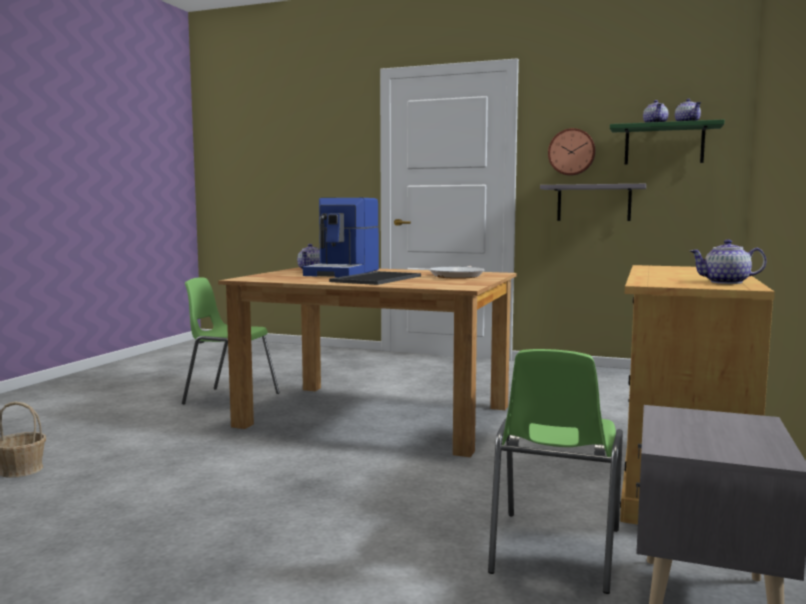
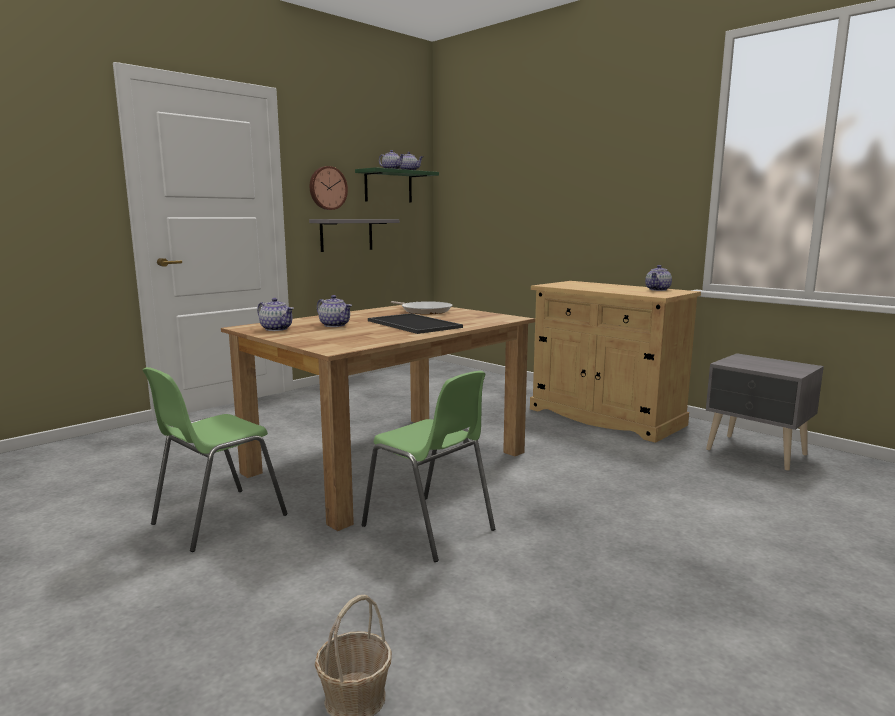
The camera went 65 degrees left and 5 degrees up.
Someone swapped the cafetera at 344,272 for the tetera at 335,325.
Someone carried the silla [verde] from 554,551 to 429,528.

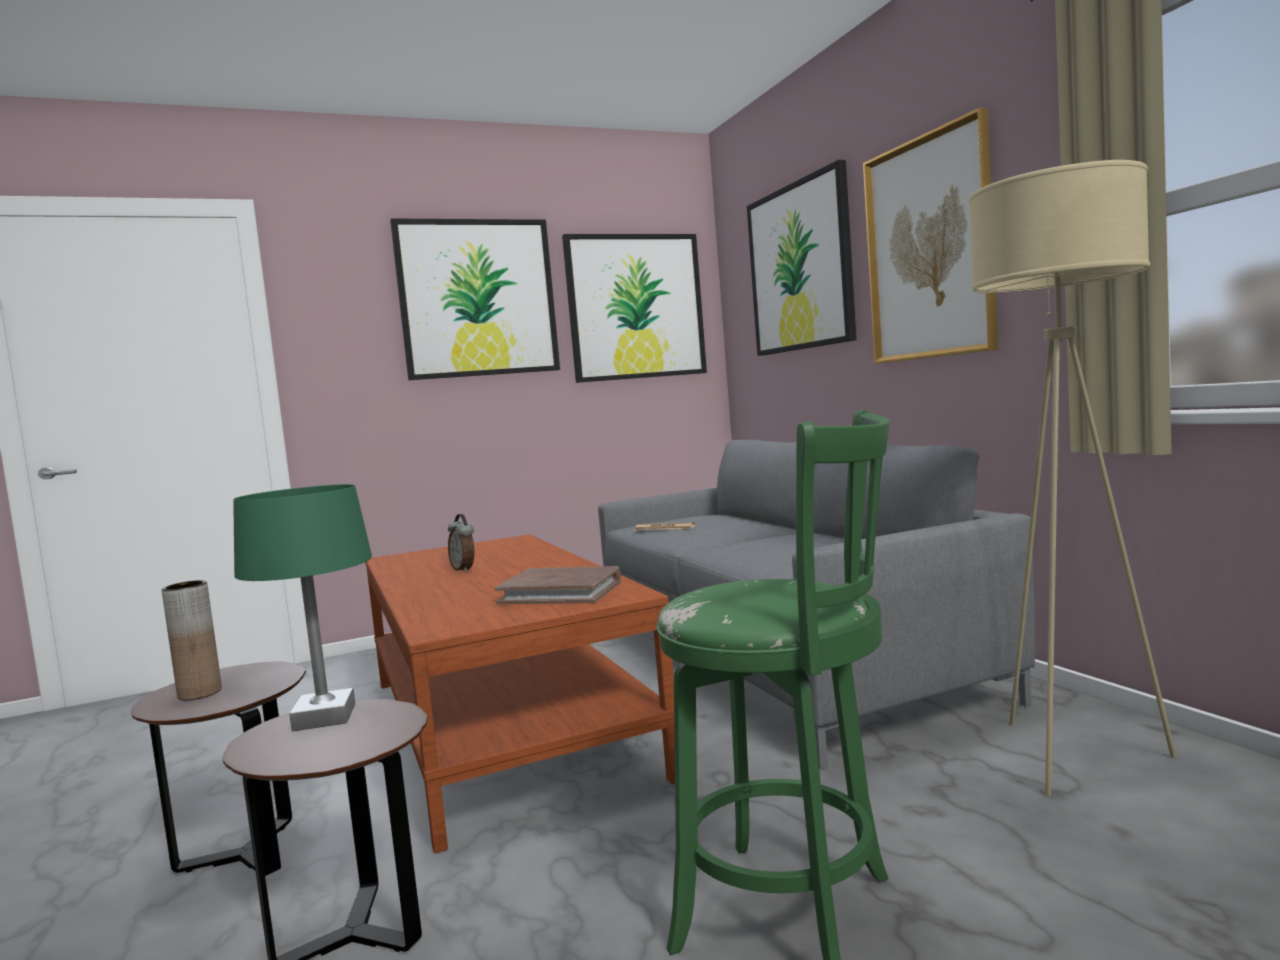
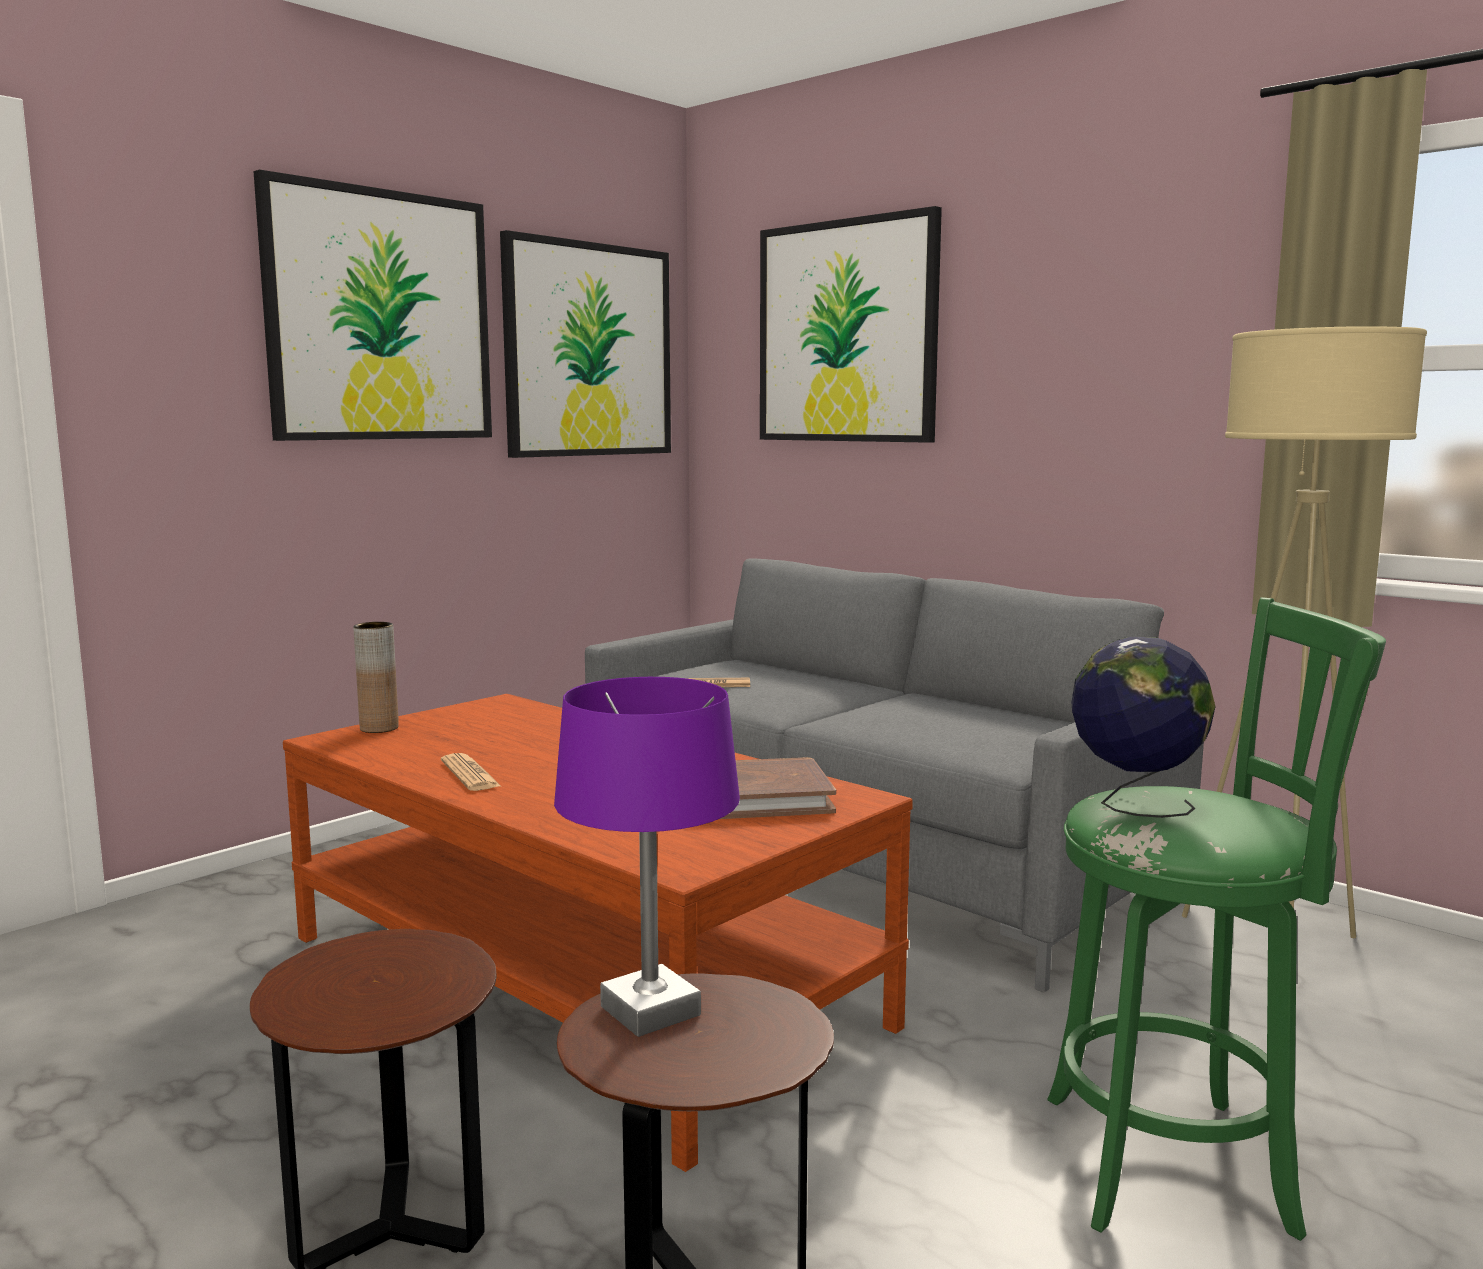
The camera went 25 degrees left and 5 degrees up.
Someone took away the cuadro at 929,249.
Someone repainted the lámpara de mesa [verde] at 324,717, which became the lámpara de mesa [morado] at 649,1010.
Someone took away the despertador at 464,569.
Someone carried the florero [marrón] from 200,693 to 379,728.
Someone put down the globo terráqueo at 1134,805.
Someone put down the periódico at 470,774.

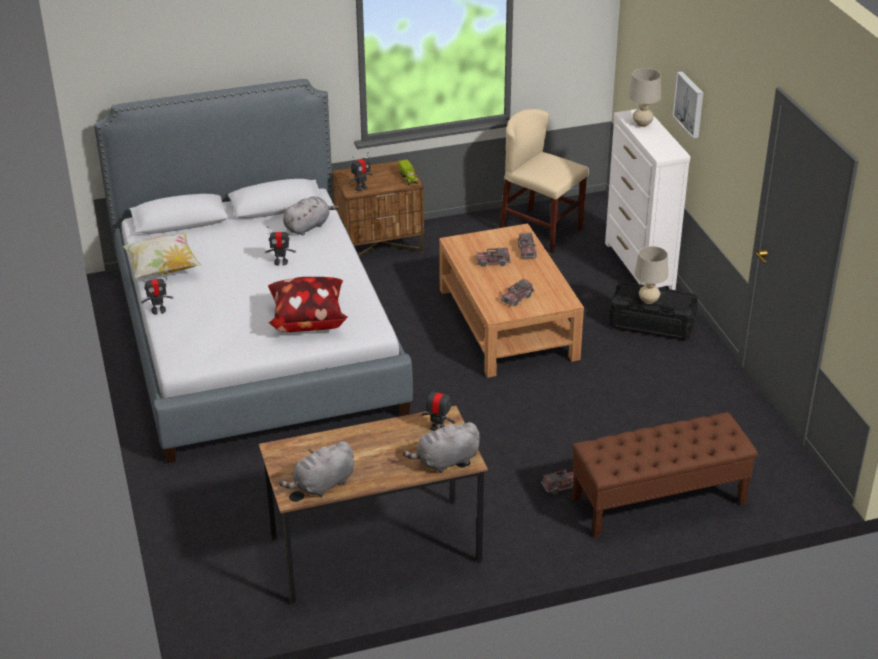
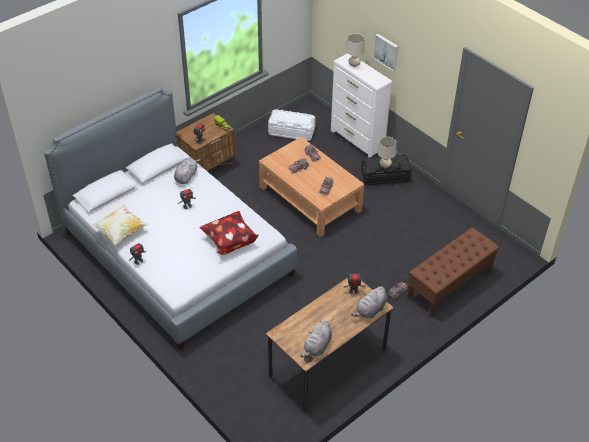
The camera went 25 degrees left and 10 degrees up.
Someone swapped the silla [beis] at 540,231 for the caja de almacenaje [blanco] at 291,132.

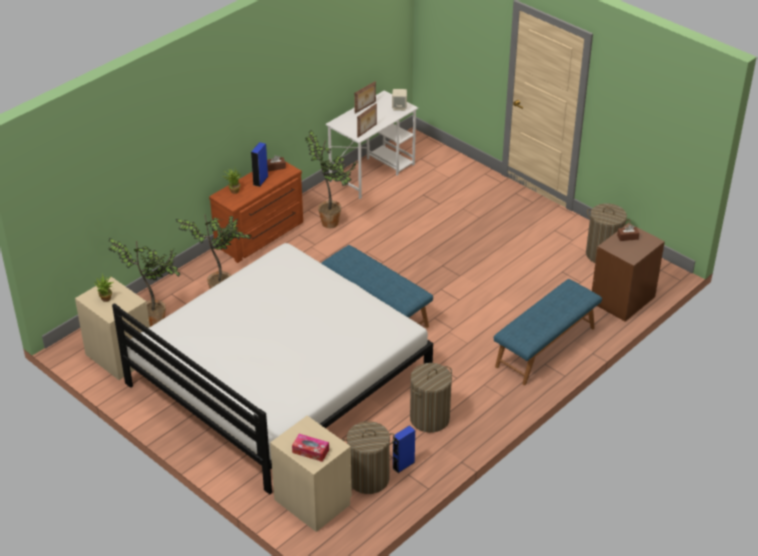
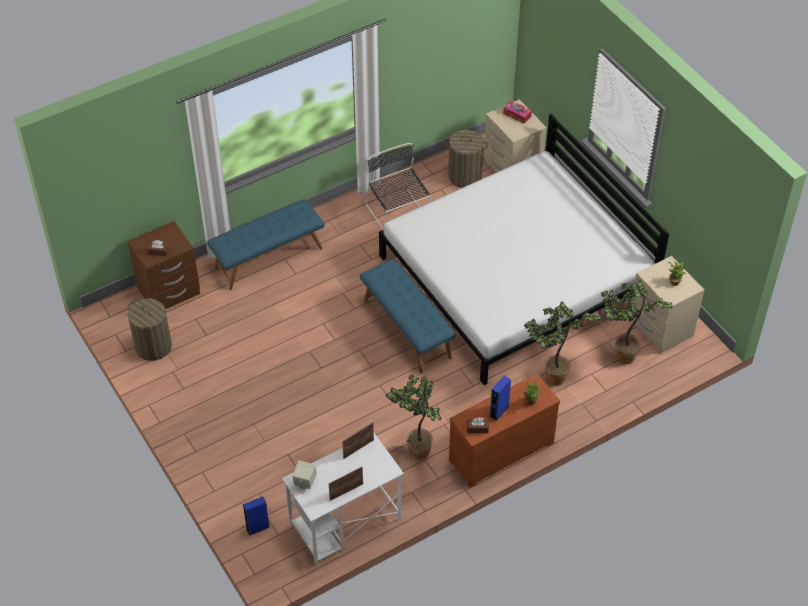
The camera went 165 degrees left and 10 degrees up.
Someone swapped the cesto de la ropa at 429,418 for the silla [negro] at 398,214.
Someone carried the altavoz [azul] from 403,465 to 257,528.

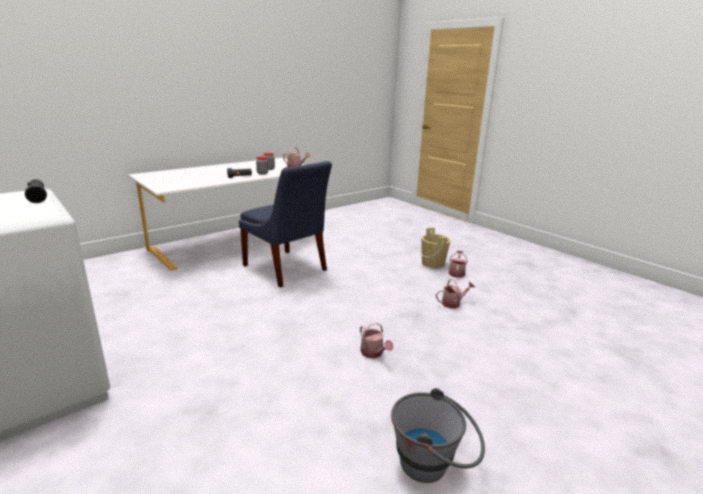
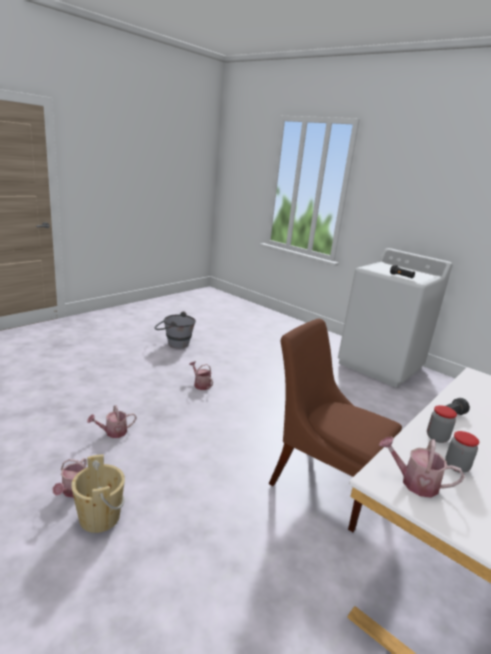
The camera went 170 degrees right and 0 degrees up.
Someone repainted the silla [azul] at 286,269, which became the silla [marrón] at 322,481.

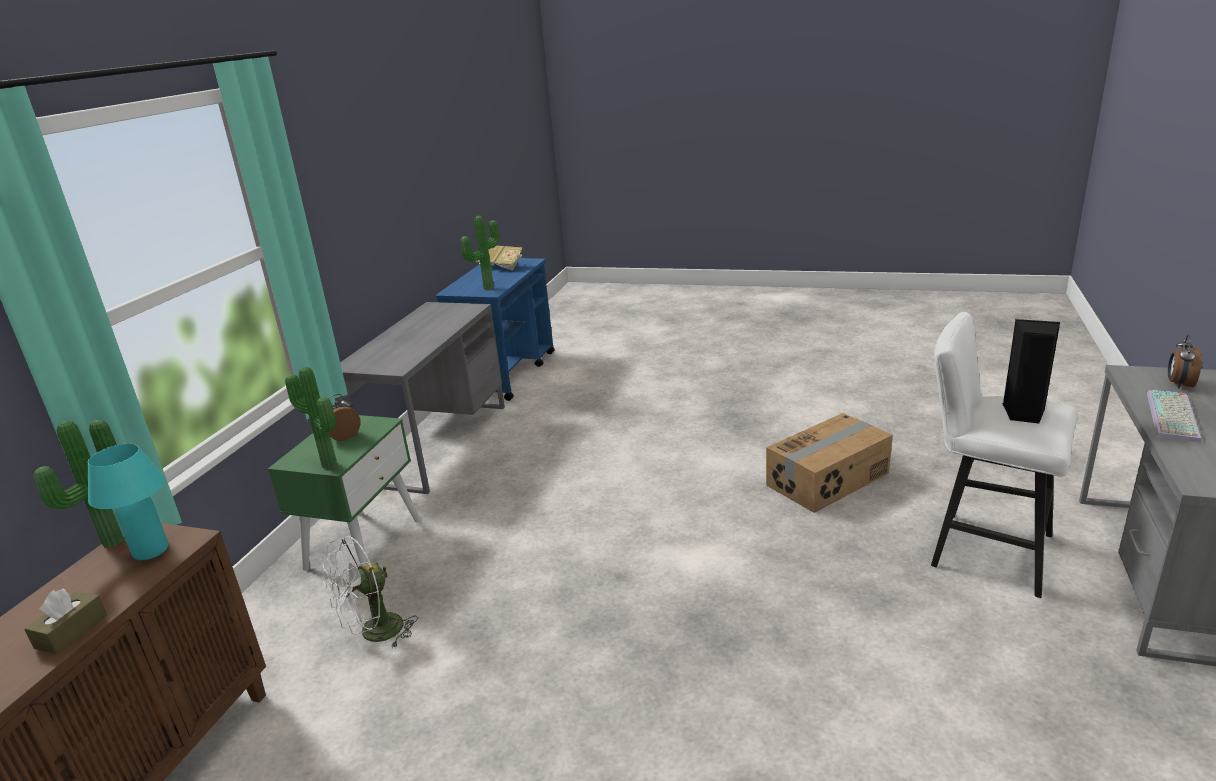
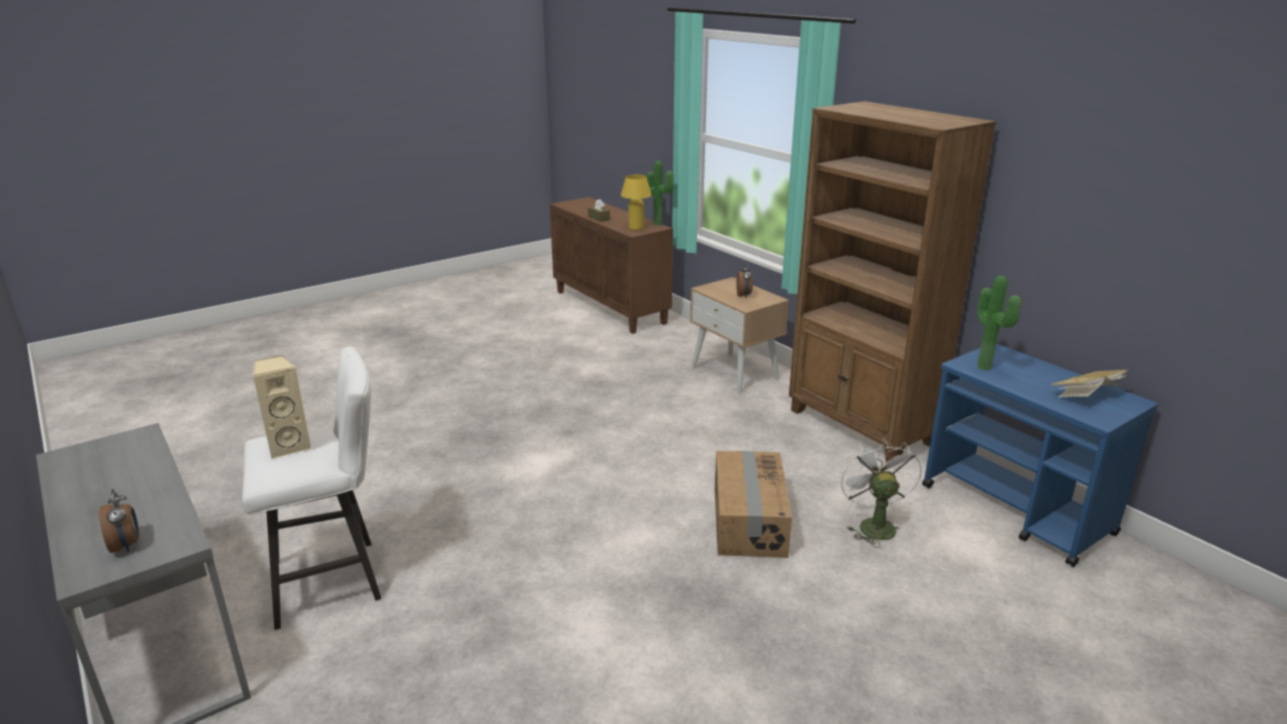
The camera went 125 degrees right and 0 degrees up.
Someone swapped the escritorio [gris] at 437,443 for the estantería [marrón] at 861,428.
Someone repainted the altavoz [negro] at 1023,413, which became the altavoz [beis] at 289,446.
Someone took away the planta en maceta at 327,466.
Someone took away the teclado at 1174,417.
Someone carried the caja de cartón from 828,479 to 748,521.
Someone repainted the mesita de noche [verde] at 363,543, which became the mesita de noche [beis] at 735,373.
Someone repainted the lámpara de mesa [turquesa] at 151,551, which became the lámpara de mesa [amarillo] at 636,228.
Someone carried the ventilador [blanco] from 374,634 to 873,524.

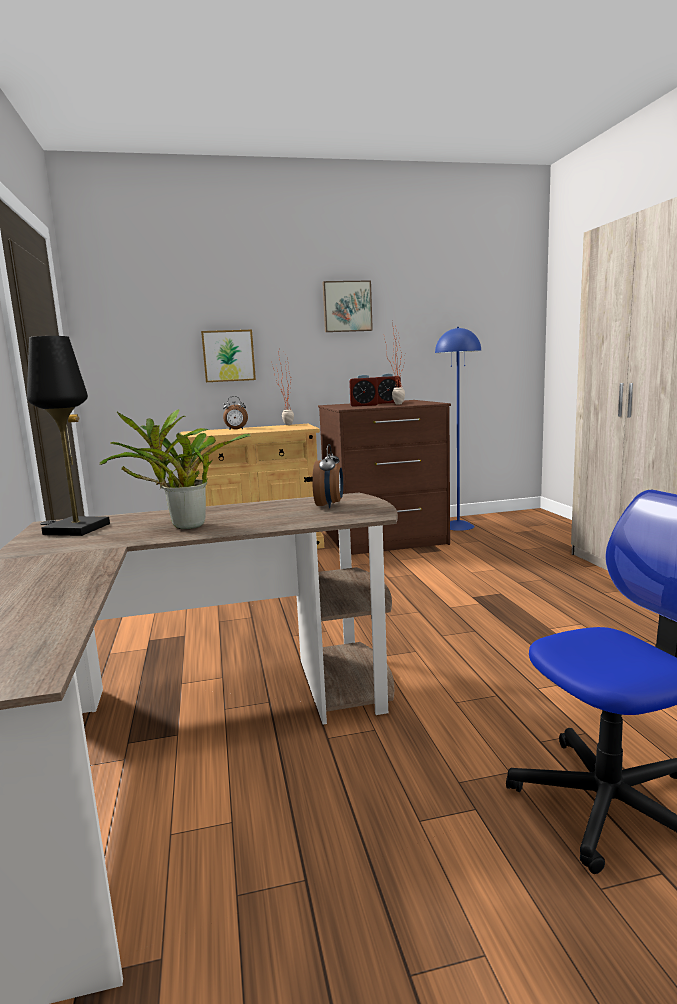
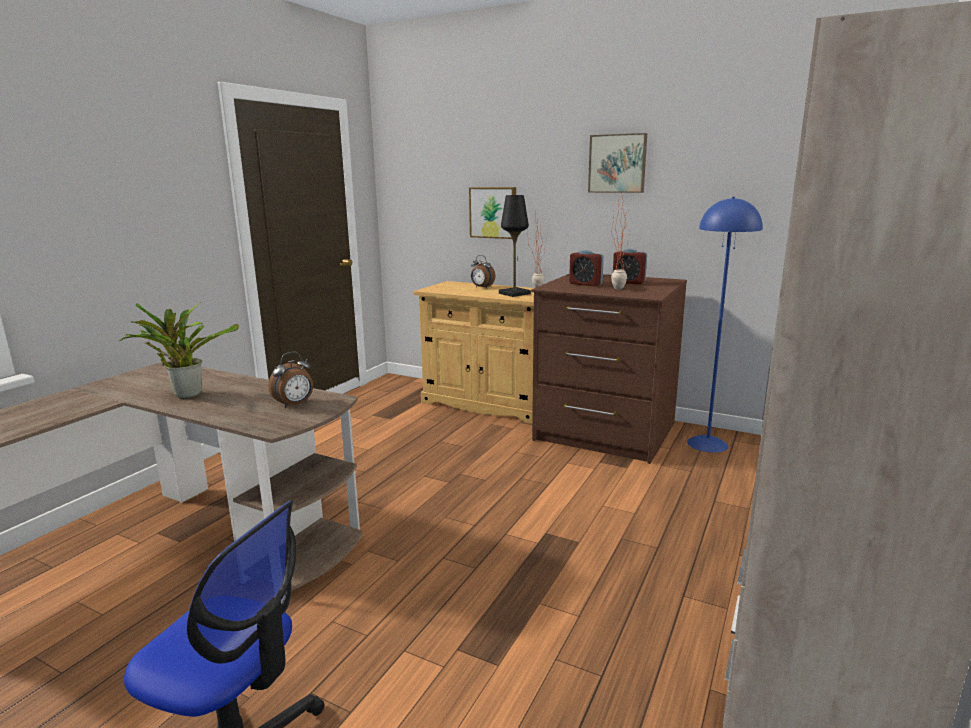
The camera went 40 degrees right and 5 degrees up.
Someone carried the lámpara de mesa [negro] from 77,529 to 514,293.

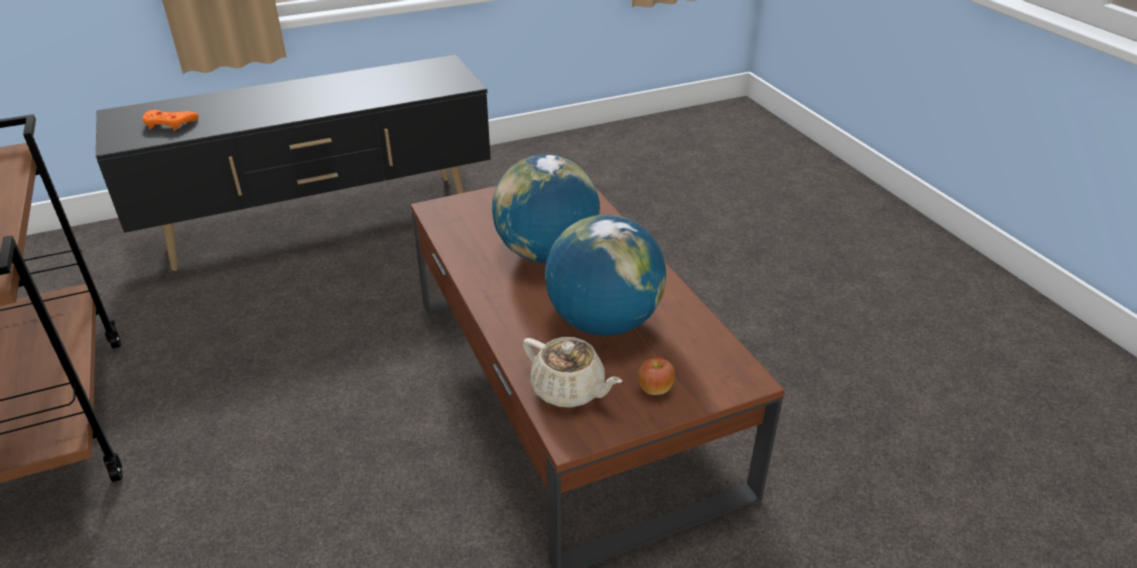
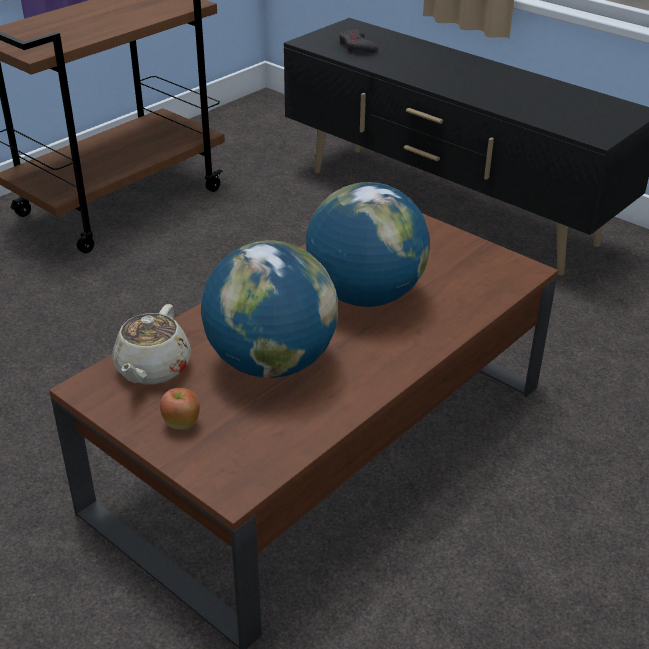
The camera went 65 degrees right and 0 degrees up.
Someone repainted the mando de consola [naranja] at 170,124, which became the mando de consola [gris] at 357,46.

